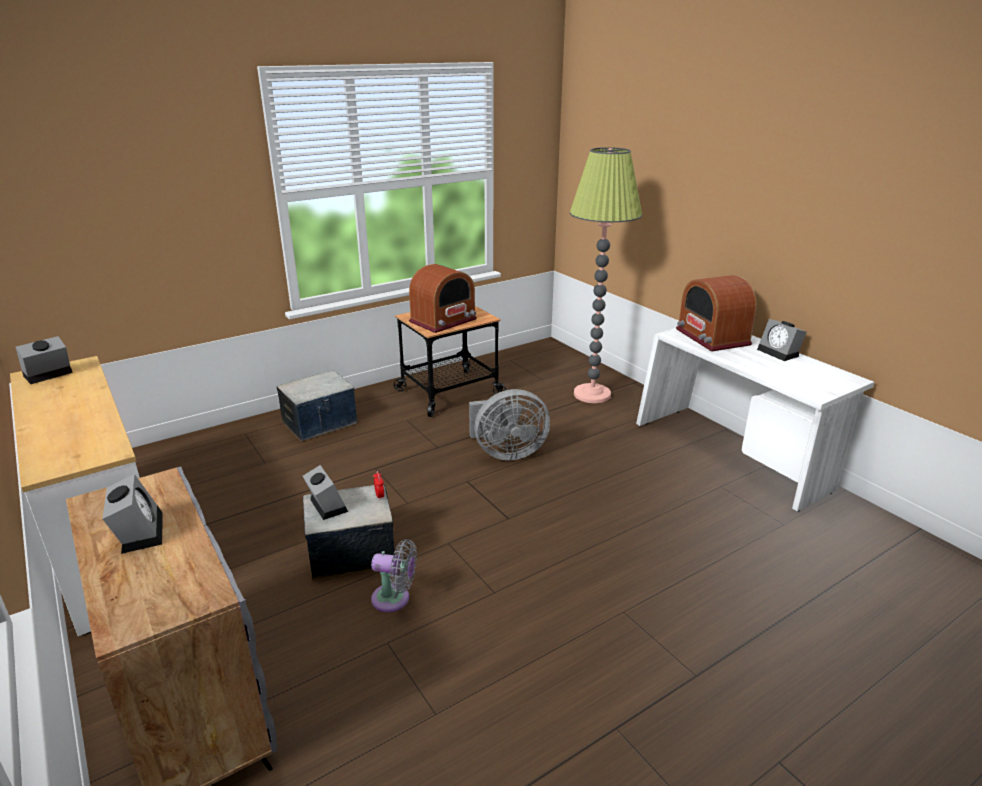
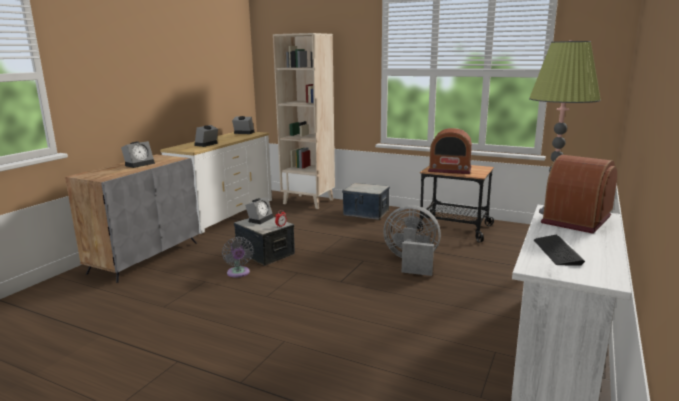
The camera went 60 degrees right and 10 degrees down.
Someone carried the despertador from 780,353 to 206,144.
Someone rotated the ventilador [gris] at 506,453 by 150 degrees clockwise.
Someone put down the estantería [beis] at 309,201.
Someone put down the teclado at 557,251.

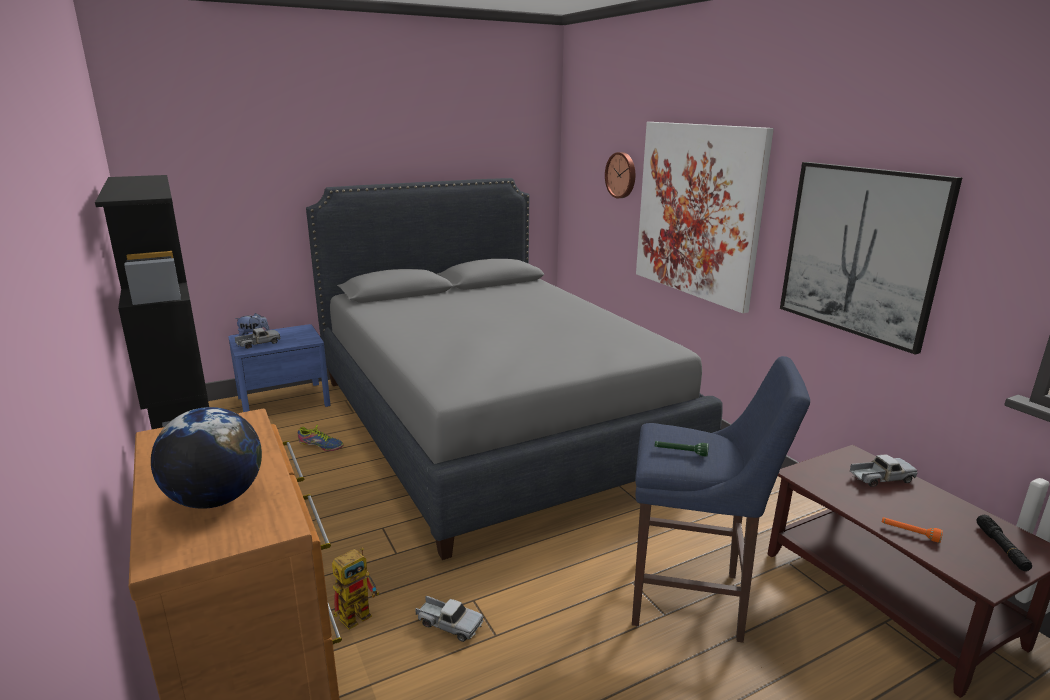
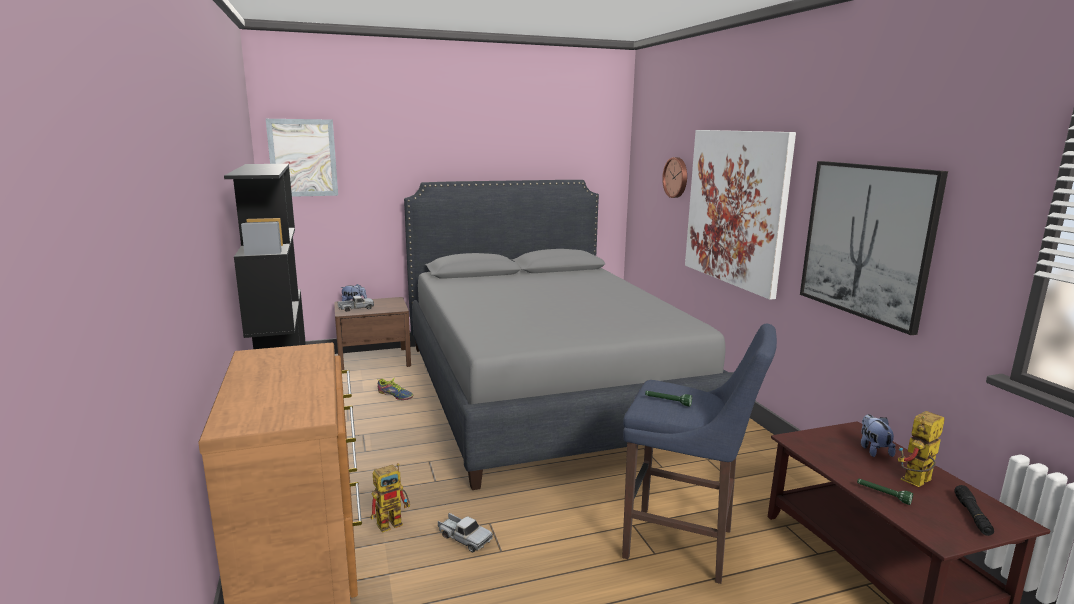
The camera went 10 degrees right and 5 degrees down.
Someone repainted the mesita de noche [azul] at 284,401, which became the mesita de noche [marrón] at 374,360.
Someone took away the globo terráqueo at 215,499.
Someone swapped the camión de juguete at 880,478 for the peluche at 873,450.
Someone repainted the linterna [naranja] at 909,533, which became the linterna [verde] at 883,495.
Someone put up the cuadro at 303,158.
Someone put down the robot de juguete at 916,483.

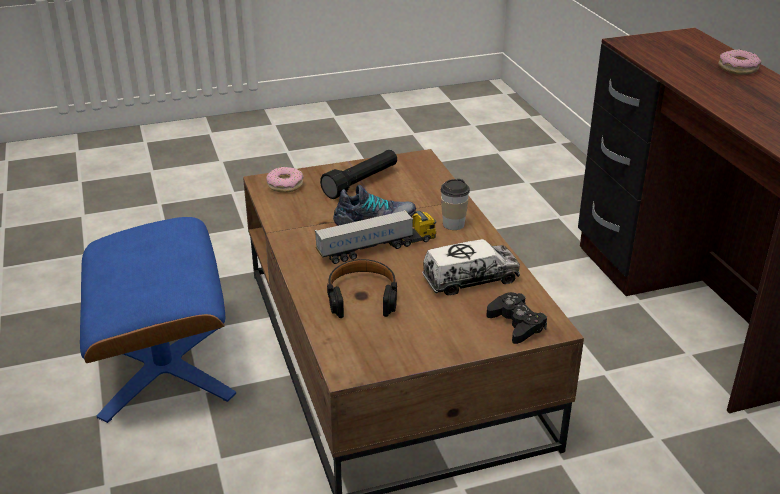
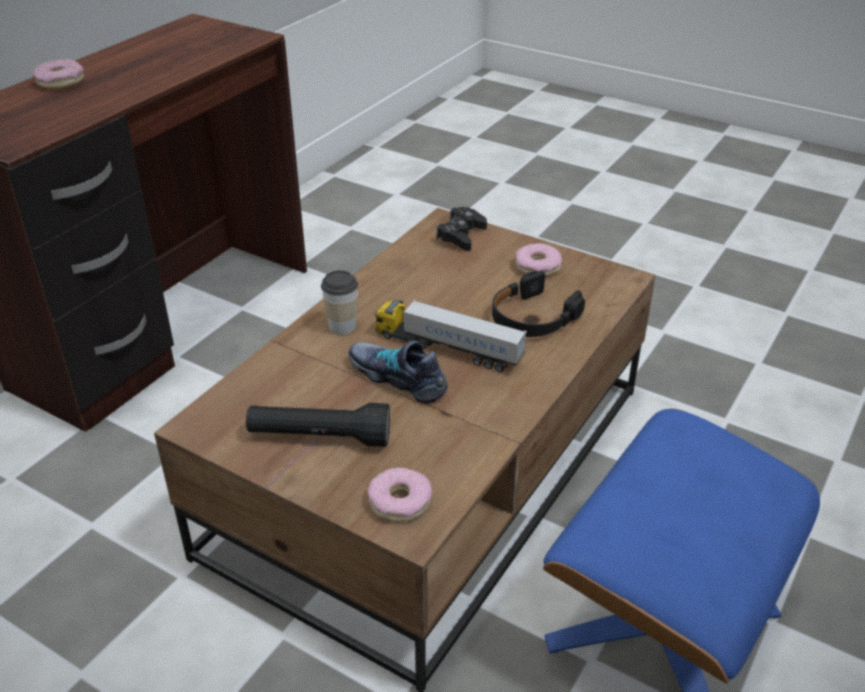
The camera went 130 degrees left and 5 degrees up.
Someone took away the camión de juguete at 470,279.
Someone put down the rosquilla at 538,267.

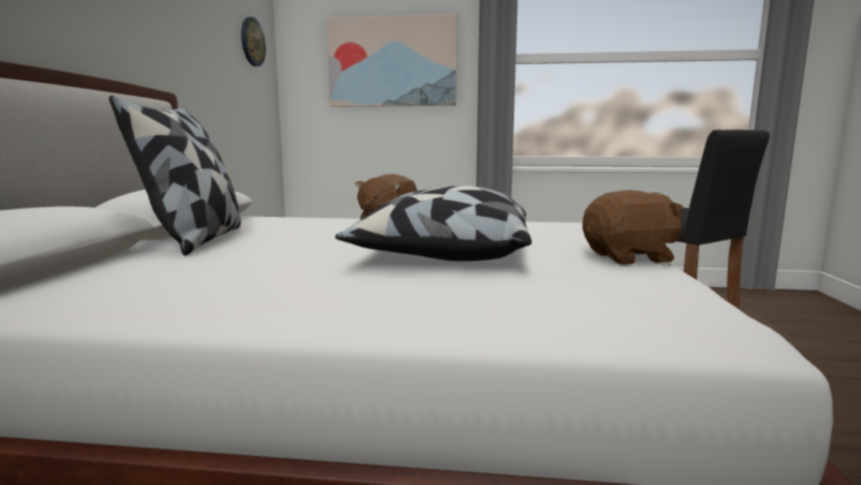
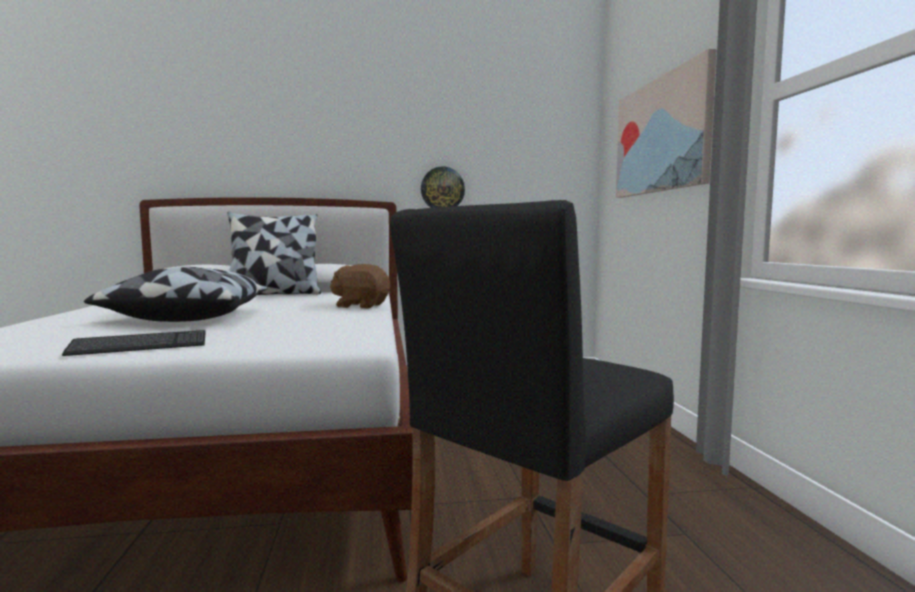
The camera went 75 degrees right and 5 degrees down.
Someone carried the reloj de pared from 252,42 to 442,189.
Someone swapped the peluche [marrón] at 630,258 for the teclado at 139,346.

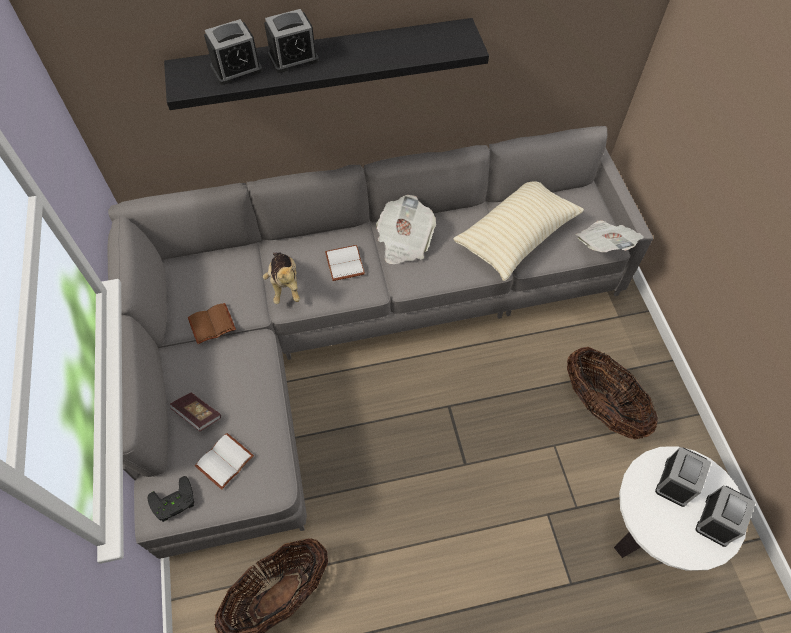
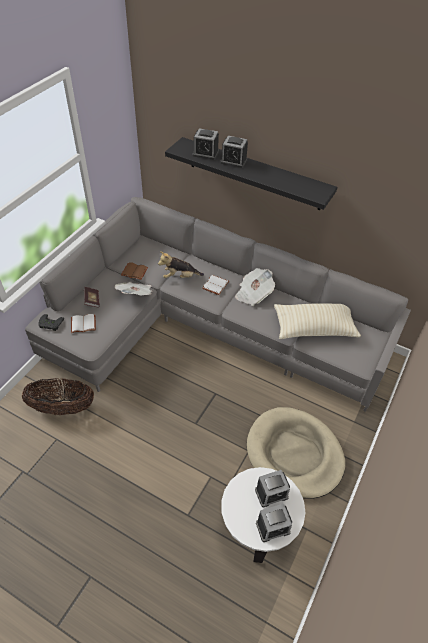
The camera went 40 degrees right and 10 degrees down.
Someone carried the periódico from 604,245 to 136,295.
Someone rotated the peluche at 285,285 by 60 degrees clockwise.
Someone swapped the cesta at 601,406 for the cama para perro [beis] at 294,454.

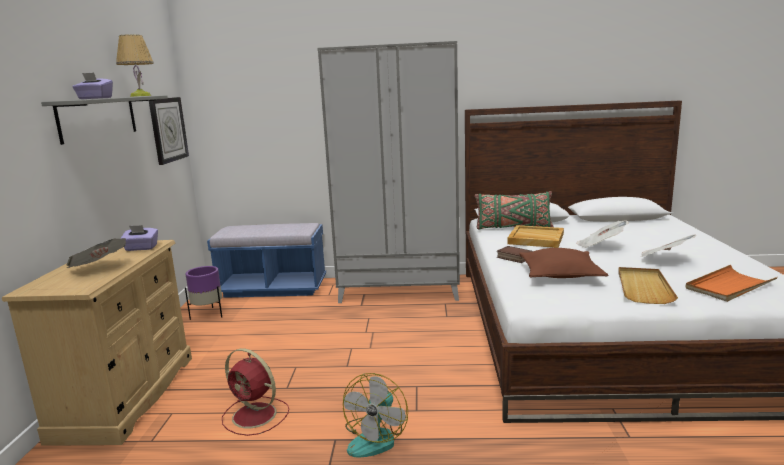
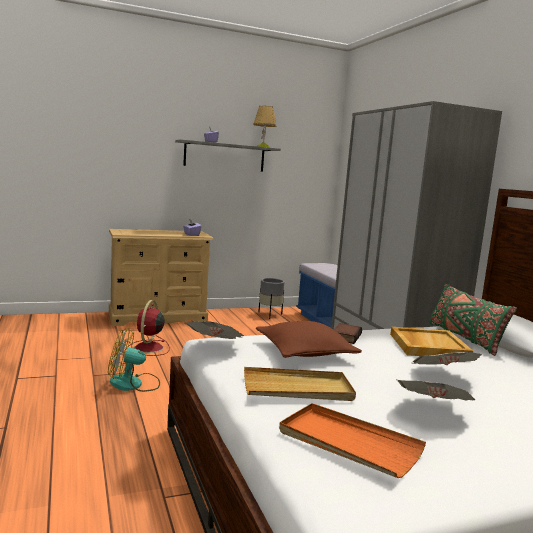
The camera went 65 degrees right and 5 degrees down.
Someone took away the reloj de pared at 168,129.
Someone carried the periódico from 99,268 to 215,346.
Someone repainted the maceta [morado] at 208,314, which became the maceta [gris] at 269,315.

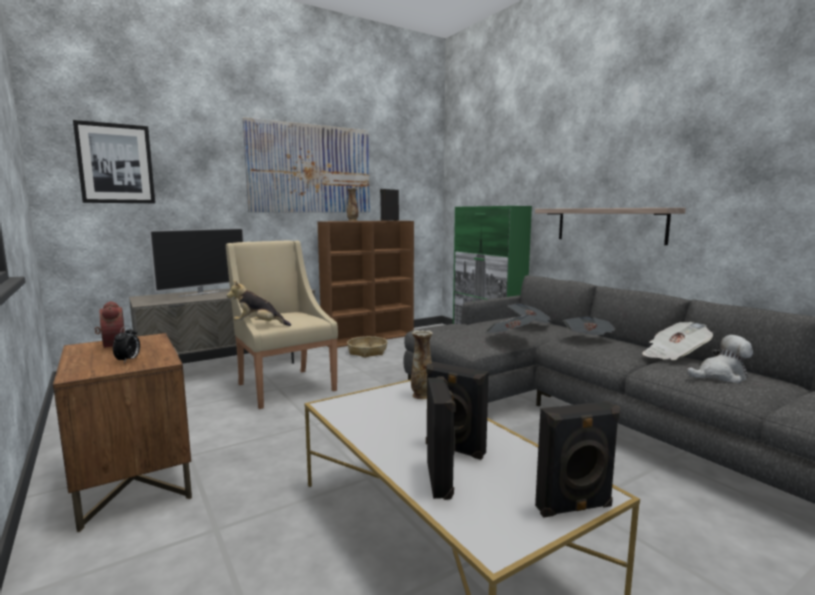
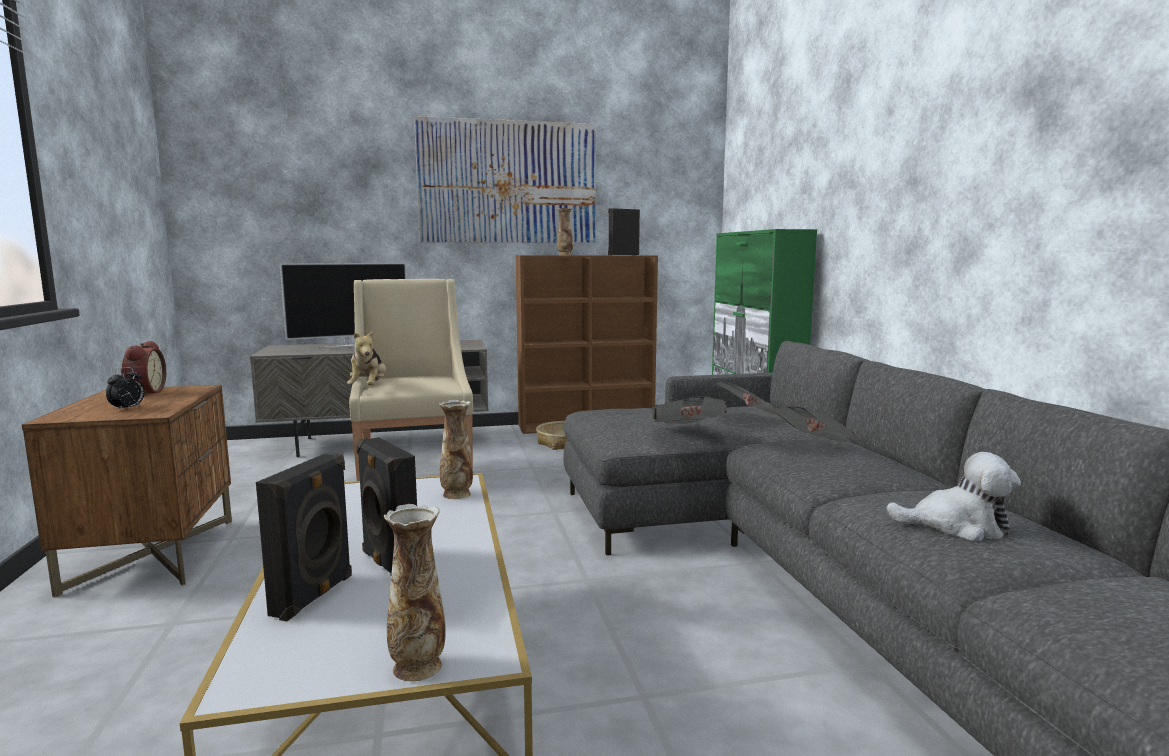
The camera went 20 degrees right and 0 degrees up.
Someone took away the cuadro at 116,164.
Someone took away the estante at 609,225.
Someone rotated the peluche at 259,325 by 120 degrees counterclockwise.
Someone took away the periódico at 673,356.
Someone swapped the altavoz [negro] at 575,508 for the florero at 418,666.

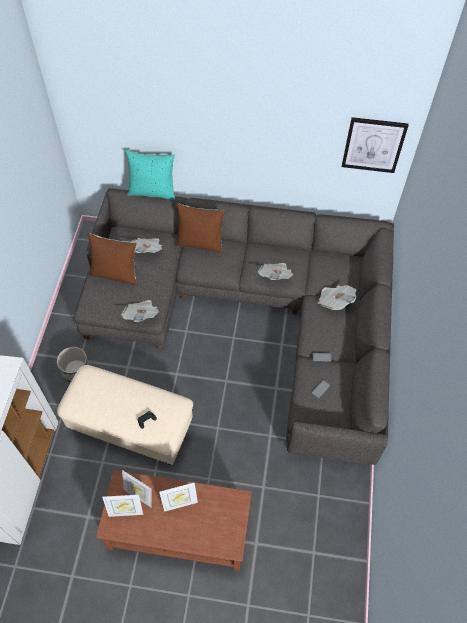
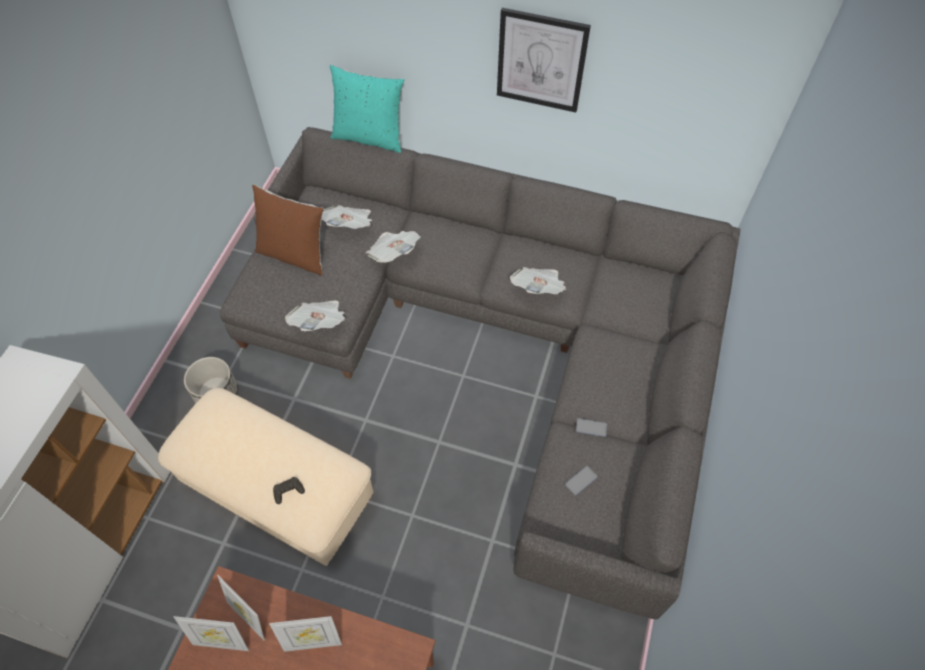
The camera went 10 degrees right and 0 degrees up.
Someone carried the cuadro from 373,145 to 541,61.
Someone took away the cojín [marrón] at 200,243.
Someone carried the periódico from 335,301 to 393,254.

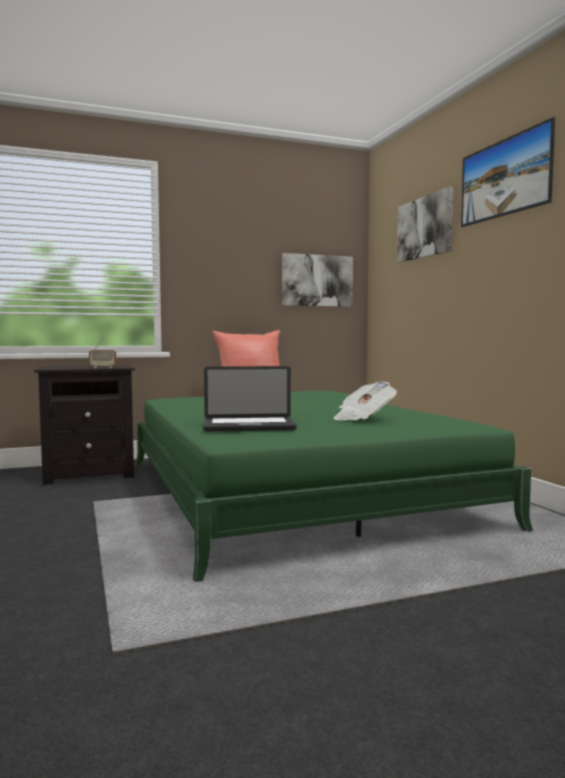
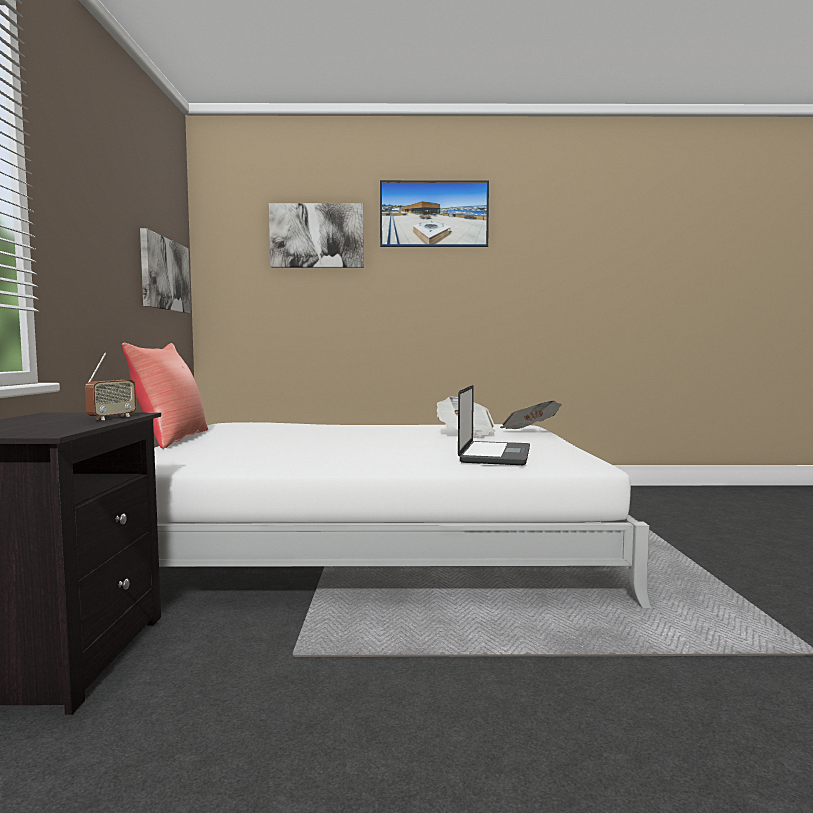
The camera went 70 degrees left and 0 degrees up.
Someone repainted the cama [verde] at 292,491, which became the cama [blanco] at 369,539.
Someone put down the periódico at 529,432.

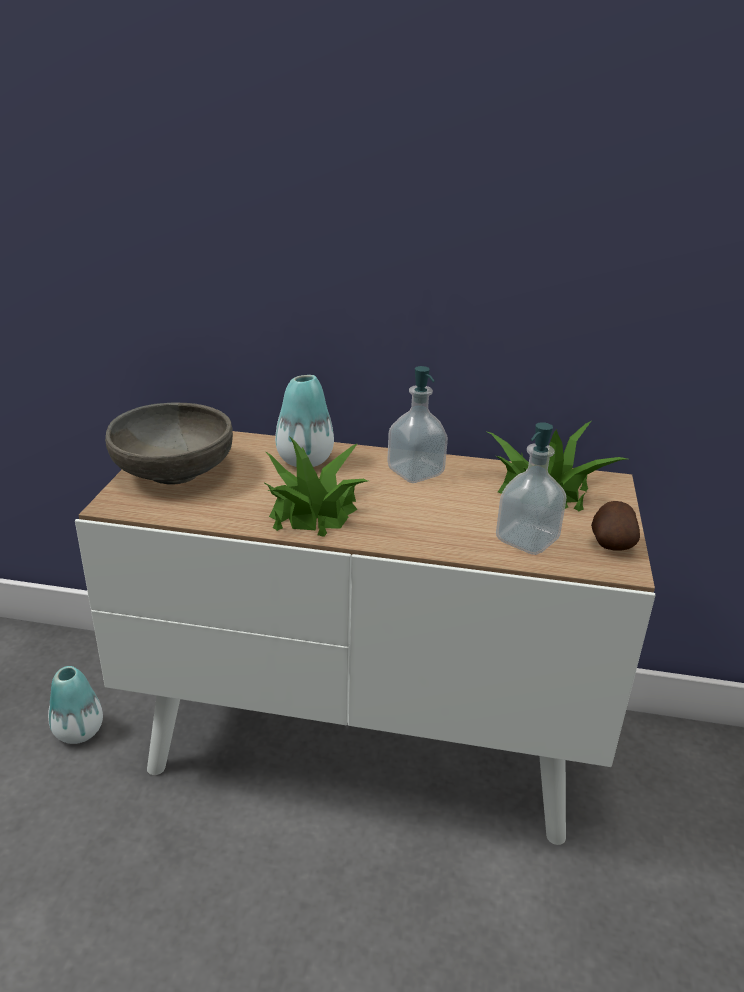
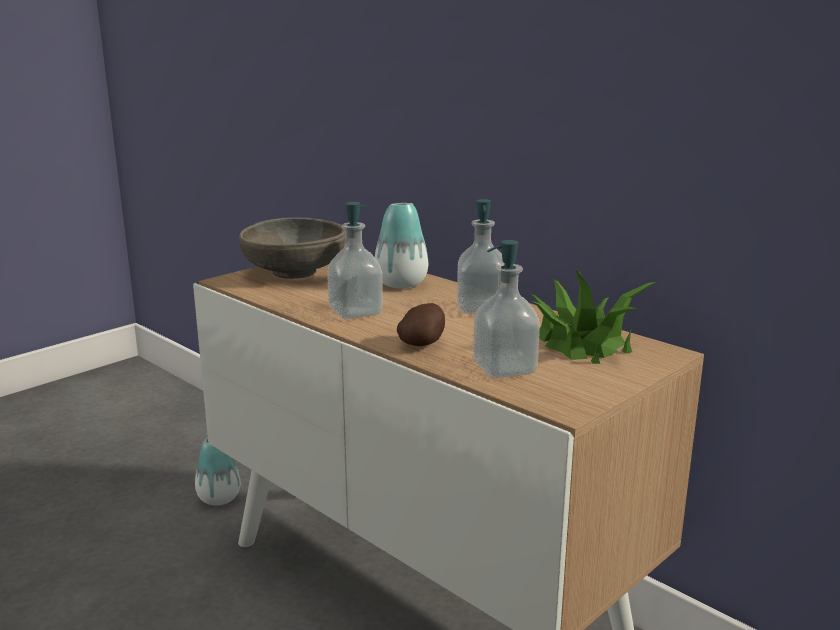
The camera went 35 degrees right and 10 degrees down.
Someone swapped the planta en maceta at 312,511 for the dispensador de jabón at 355,312.
Someone carried the patata from 611,543 to 423,344.

